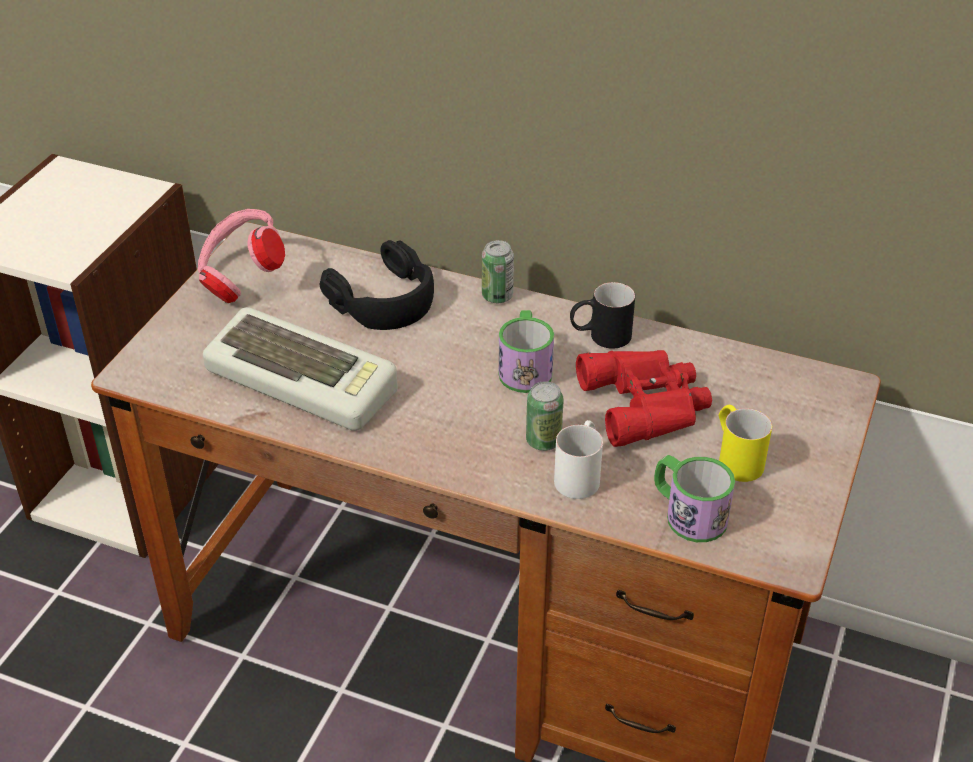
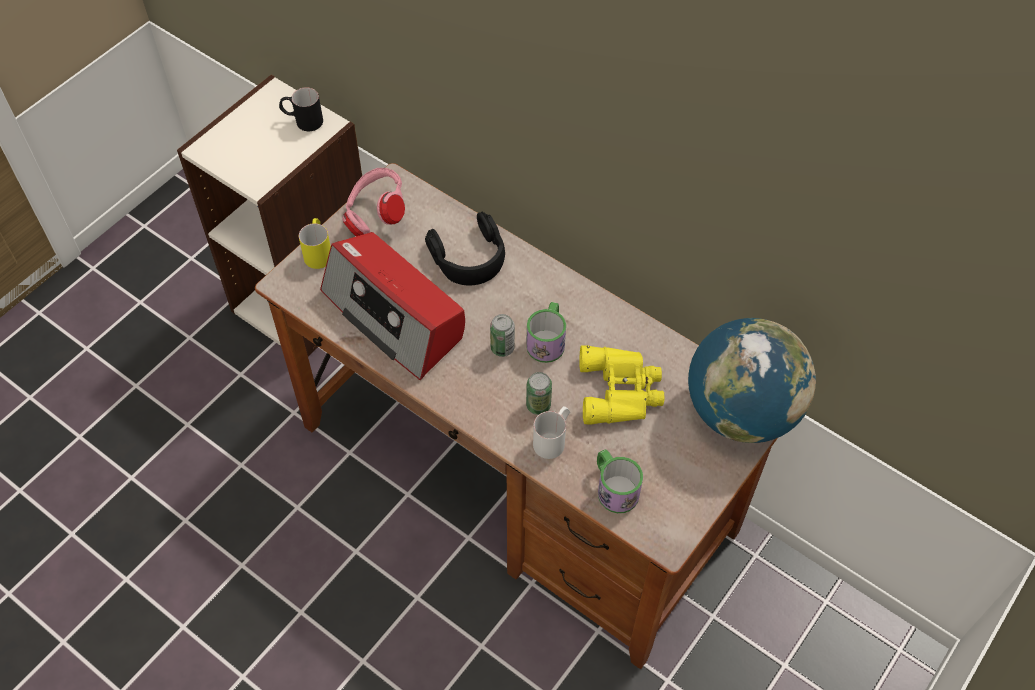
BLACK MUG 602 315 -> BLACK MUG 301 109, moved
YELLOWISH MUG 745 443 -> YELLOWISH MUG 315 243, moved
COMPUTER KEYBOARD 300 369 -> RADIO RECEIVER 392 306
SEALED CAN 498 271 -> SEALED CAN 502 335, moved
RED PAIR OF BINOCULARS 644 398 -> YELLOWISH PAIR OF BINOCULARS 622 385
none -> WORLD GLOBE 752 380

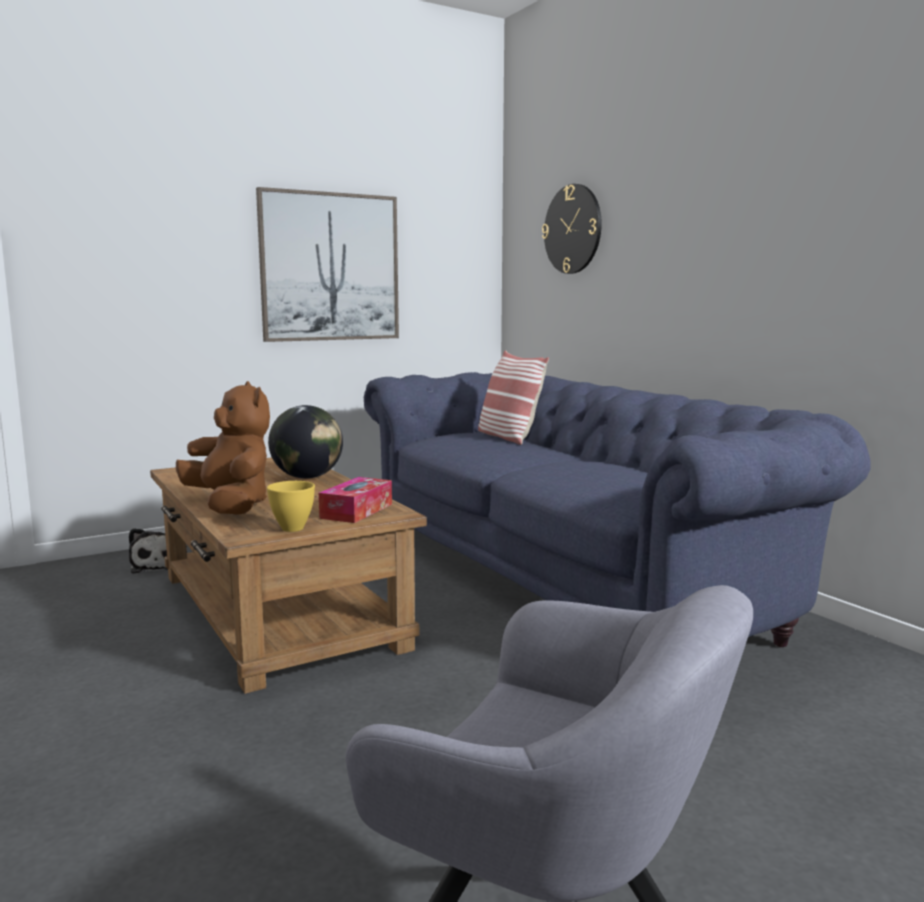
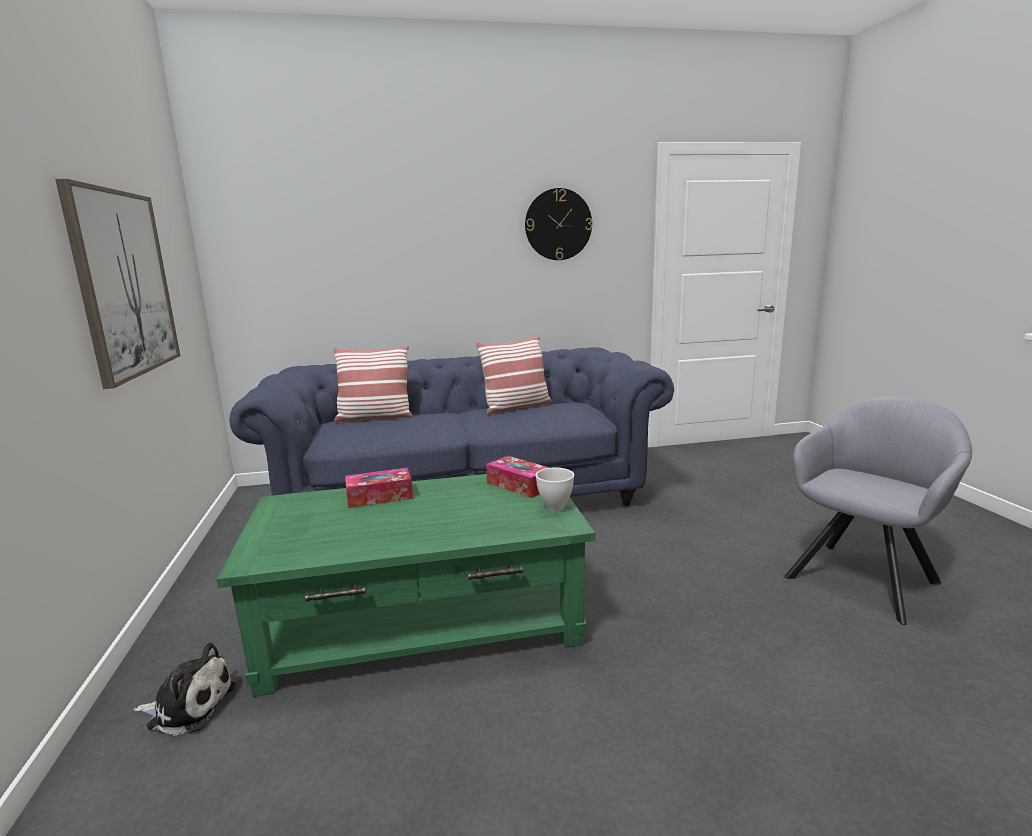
BROWN-COLOURED COFFEE TABLE 288 575 -> GREEN COFFEE TABLE 406 585
WORLD GLOBE 305 442 -> TISSUE HOLDER 379 488
none -> THROW PILLOW 513 375
HANGING CLOCK 572 229 -> HANGING CLOCK 558 224, moved
YELLOWISH DEEP DISH 291 506 -> WHITE DEEP DISH 555 490
BROWN-COLOURED SOFT TOY 223 448 -> none

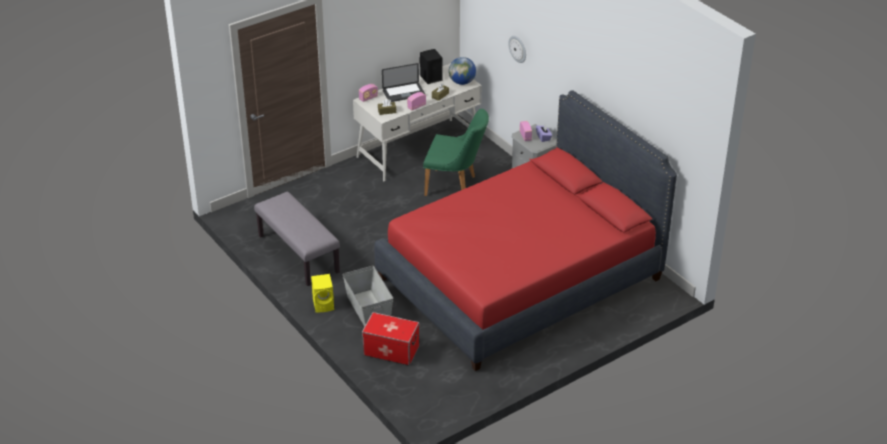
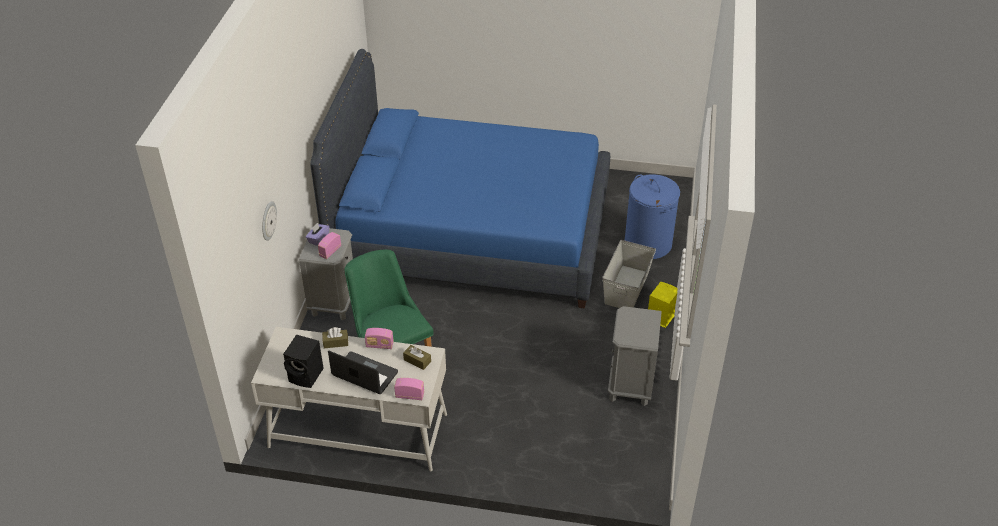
RED BEDROOM BED 525 230 -> BLUE-COLOURED BEDROOM BED 460 179
GREYISH BENCH 297 239 -> GREYISH NIGHT TABLE 635 356
STORAGE CONTAINER 390 338 -> BLUE-COLOURED LAUNDRY BASKET 652 216
WORLD GLOBE 462 71 -> none

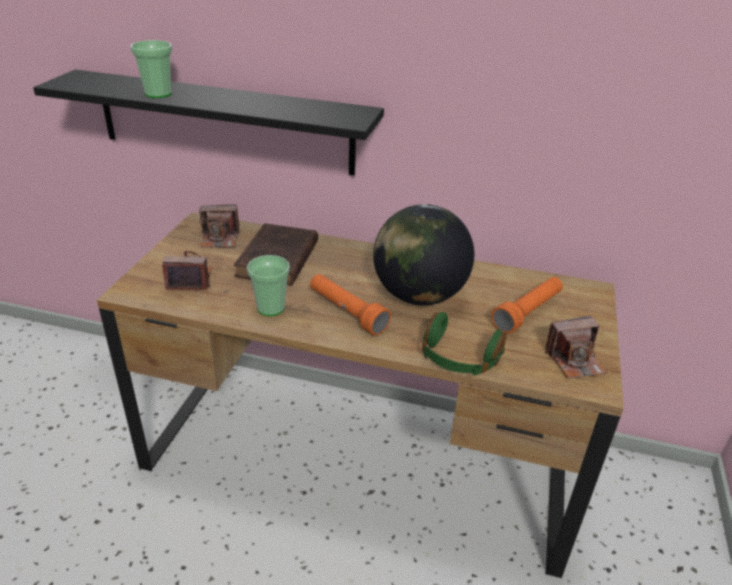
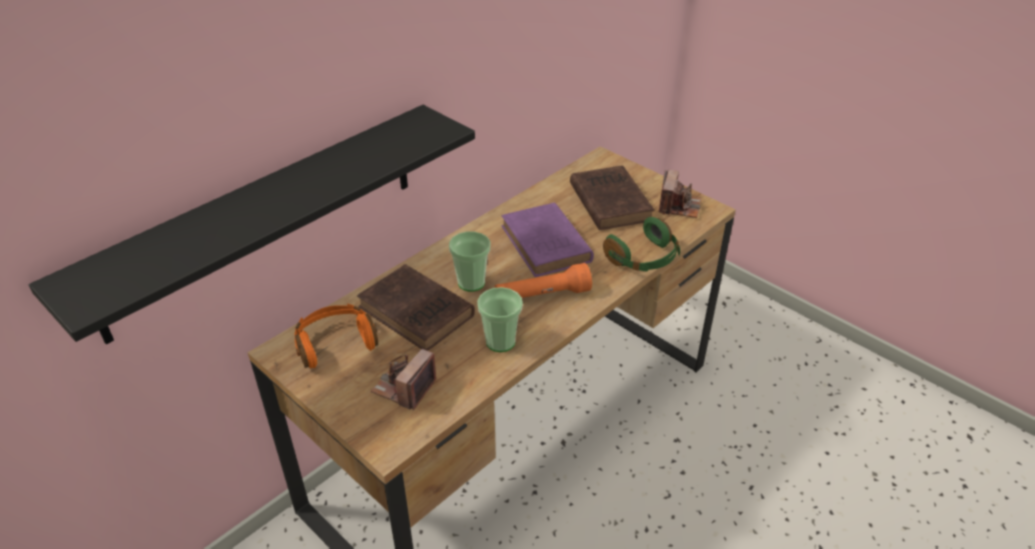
PHOTO CAMERA 219 226 -> ORANGE-COLOURED PAIR OF HEADPHONES 336 336
SMALL CUP 151 69 -> SMALL CUP 469 262, moved
WORLD GLOBE 423 254 -> PURPLISH BOOK 548 239
ORANGE-COLOURED FLASHLIGHT 527 305 -> BROWN-COLOURED BOOK 612 198

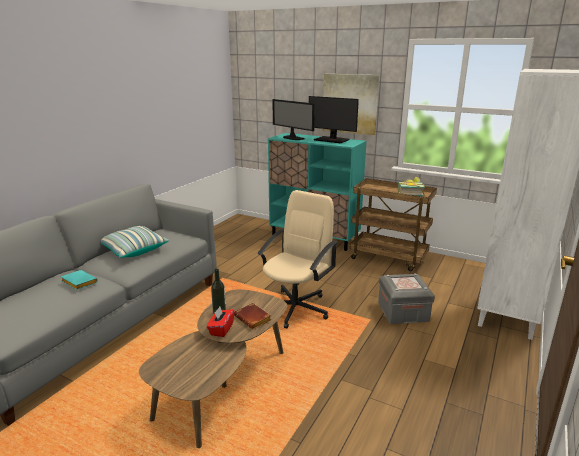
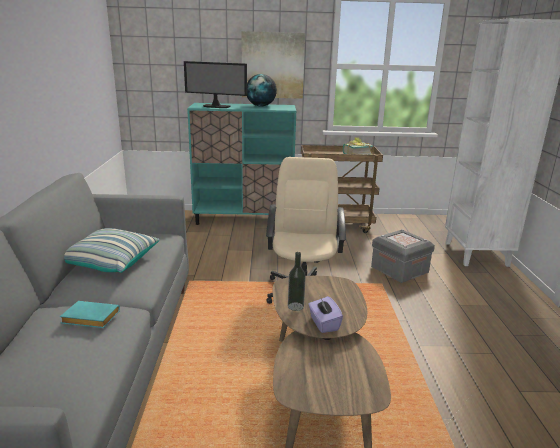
COMPUTER SCREEN 334 119 -> WORLD GLOBE 262 90
RED TISSUE HOLDER 220 322 -> PURPLISH TISSUE HOLDER 325 314
BROWN-COLOURED BOOK 252 316 -> none

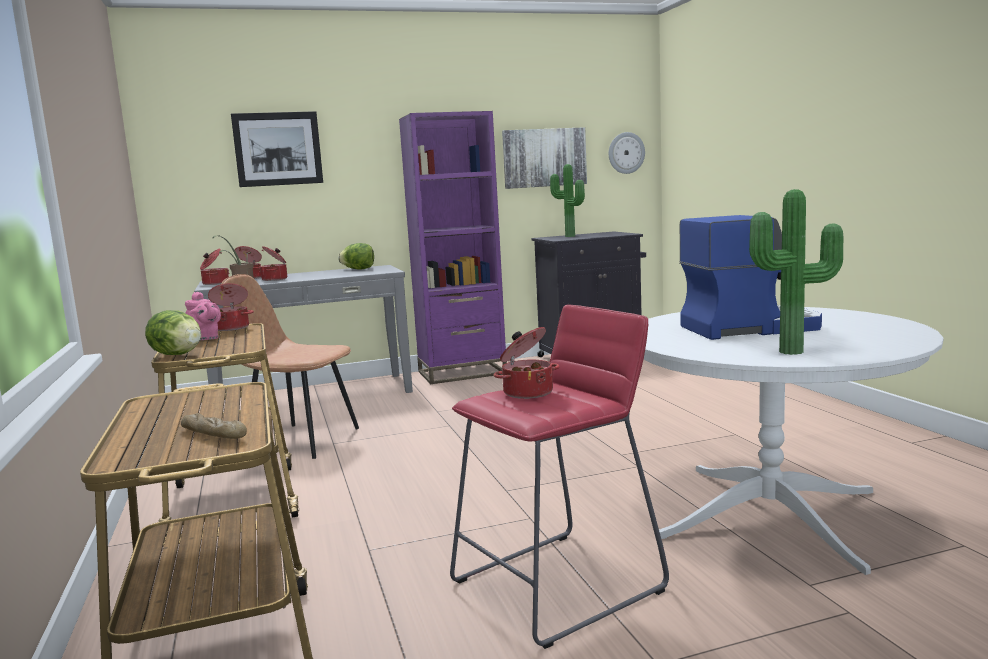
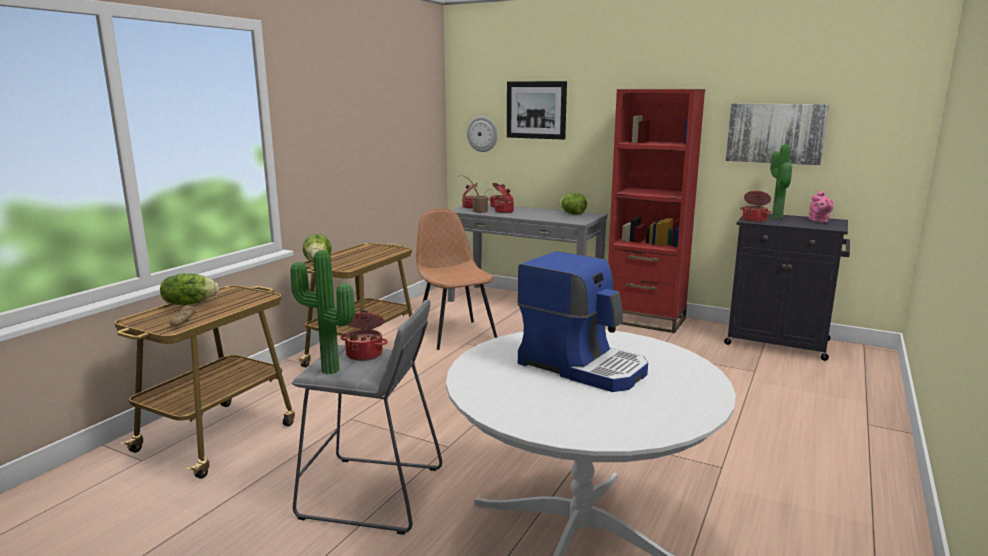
none -> HEAD OF LETTUCE 189 289
POTTED PLANT 796 272 -> POTTED PLANT 323 312, moved
RED STOOL 559 477 -> GREYISH STOOL 367 417
HANGING CLOCK 627 153 -> HANGING CLOCK 482 134, moved
PURPLISH SHELVING UNIT 453 247 -> RED SHELVING UNIT 656 211
STOCKPOT 231 307 -> STOCKPOT 756 206, moved
PINK TEA POT 203 316 -> PINK TEA POT 821 207, moved

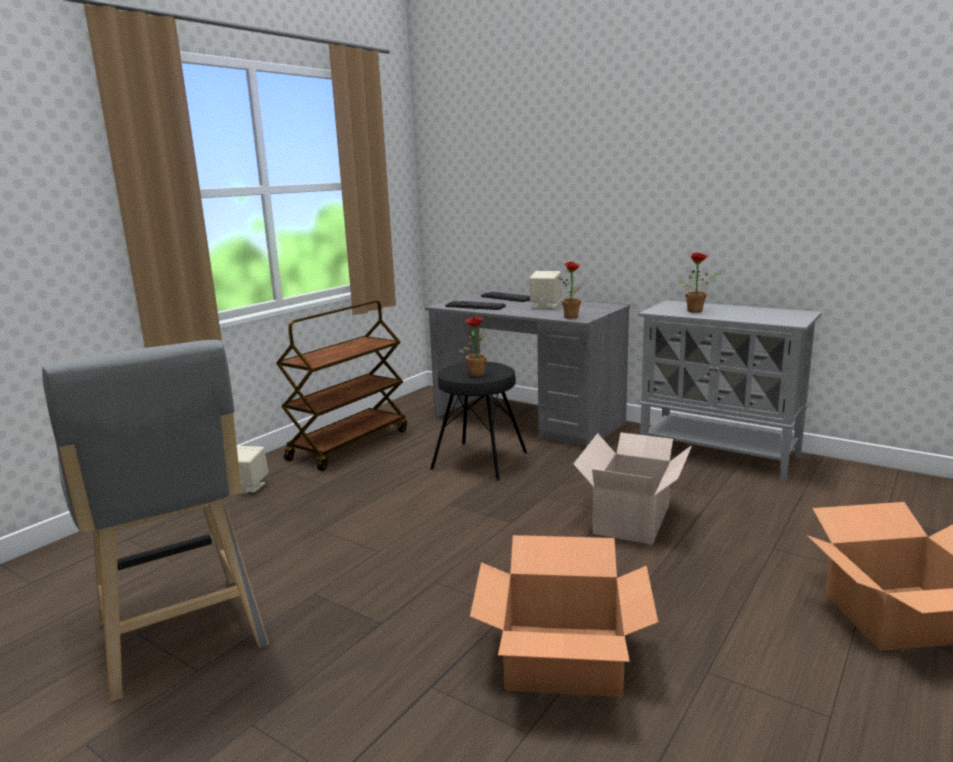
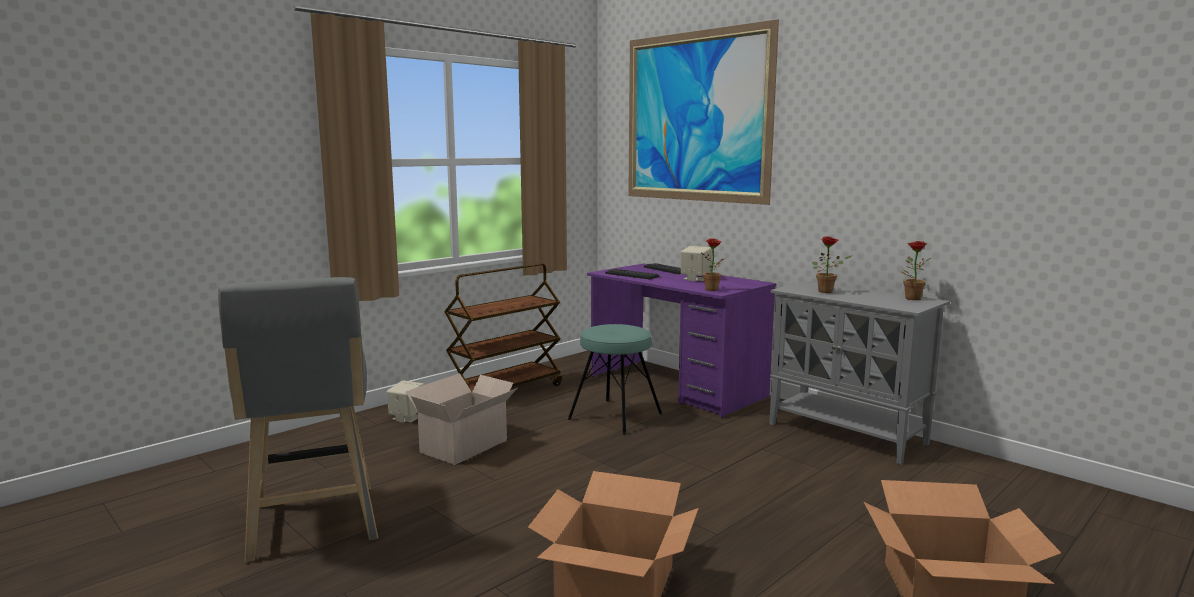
CARDBOARD BOX 632 488 -> CARDBOARD BOX 462 419, moved
BLACK STOOL 478 421 -> TURQUOISE-COLOURED STOOL 615 379
GREYISH DESK 527 370 -> PURPLISH DESK 682 340
none -> WALL PICTURE 703 112
POTTED PLANT 473 347 -> POTTED PLANT 916 270, moved

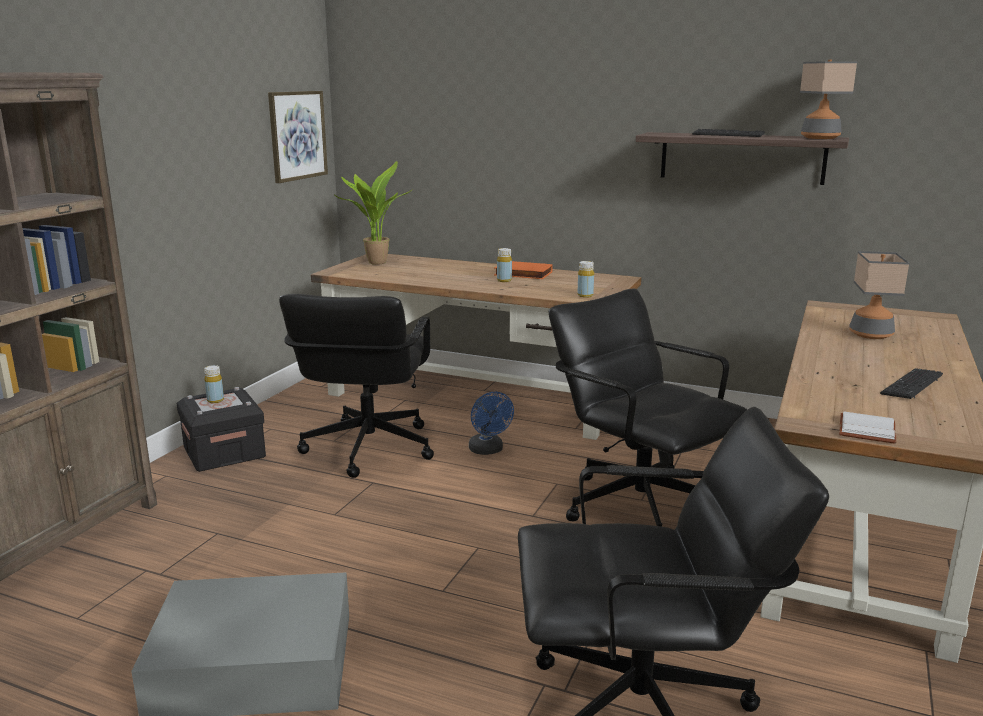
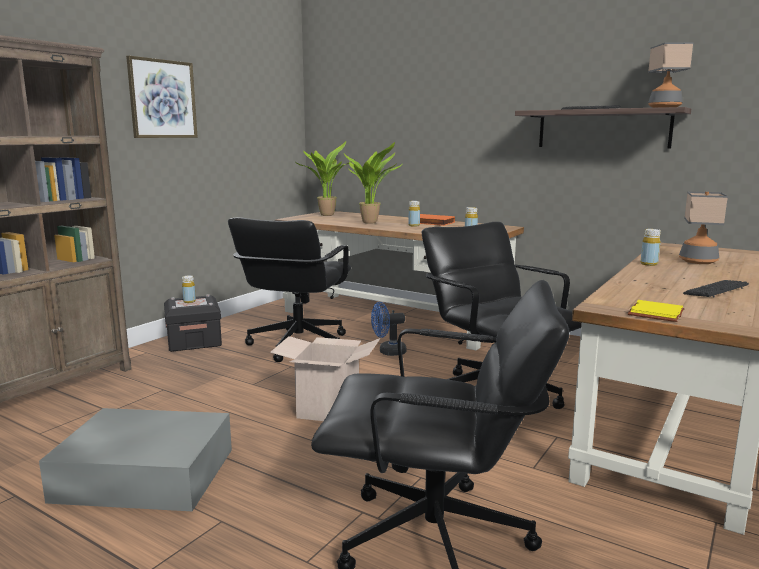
WALL PICTURE 298 137 -> WALL PICTURE 162 97, moved
none -> CARDBOARD BOX 325 378
none -> POTTED PLANT 373 183
BLUE-COLOURED COOLING FAN 491 423 -> BLUE-COLOURED COOLING FAN 389 329, 90 degrees clockwise
WHITE BOOK 867 427 -> YELLOWISH BOOK 656 311
none -> YELLOWISH BOTTLE 651 247

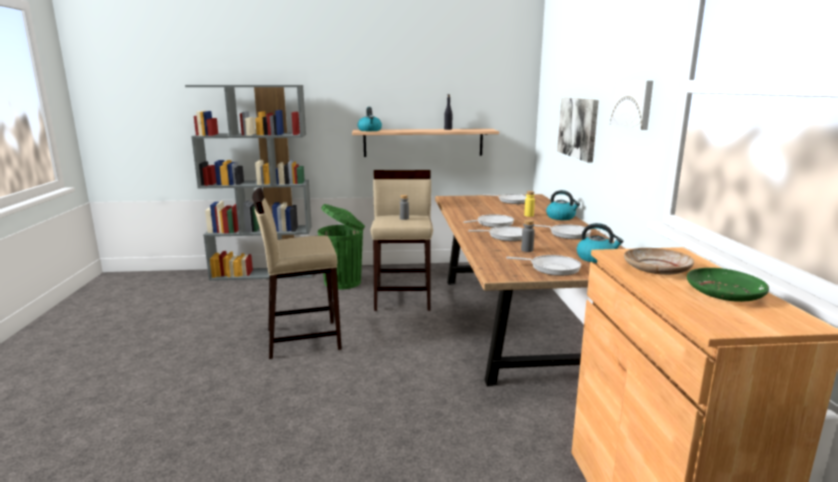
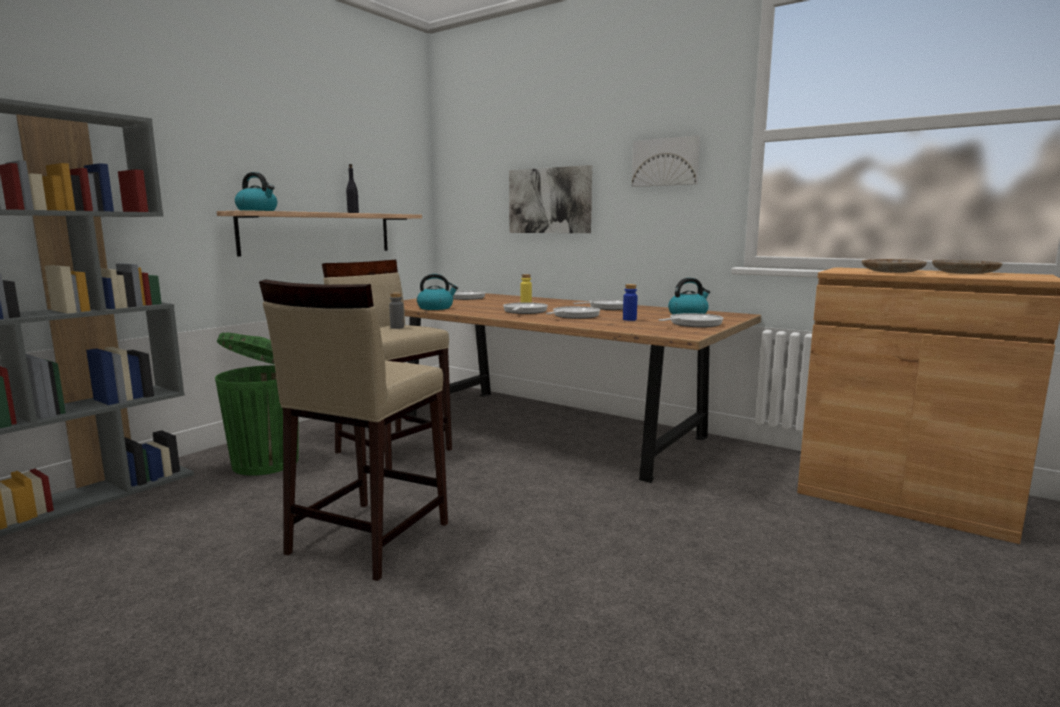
TEA KETTLE 563 205 -> TEA KETTLE 437 292, moved
GREYISH BOTTLE 528 235 -> BLUE-COLOURED BOTTLE 630 302
GREEN PLATE 728 285 -> BEIGE-COLOURED PLATE 967 267

